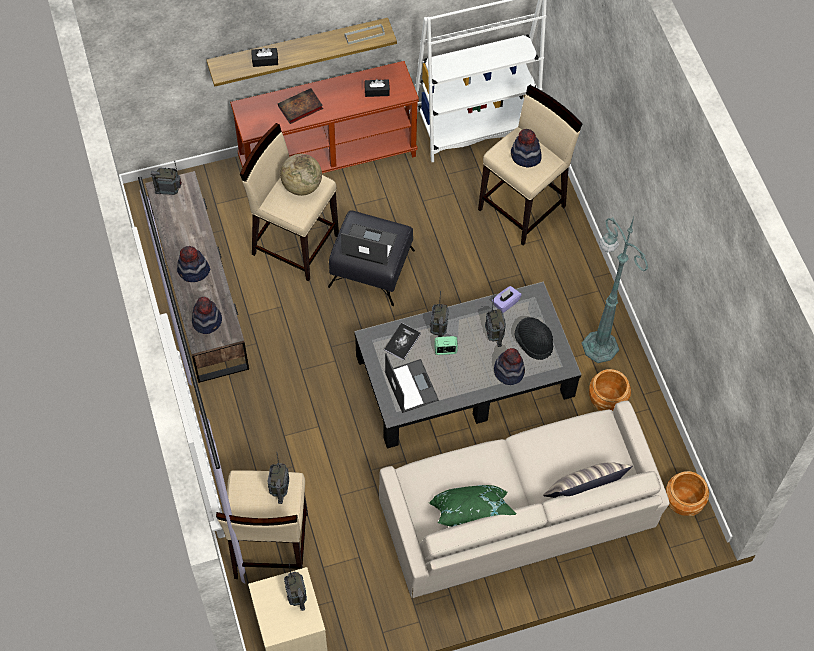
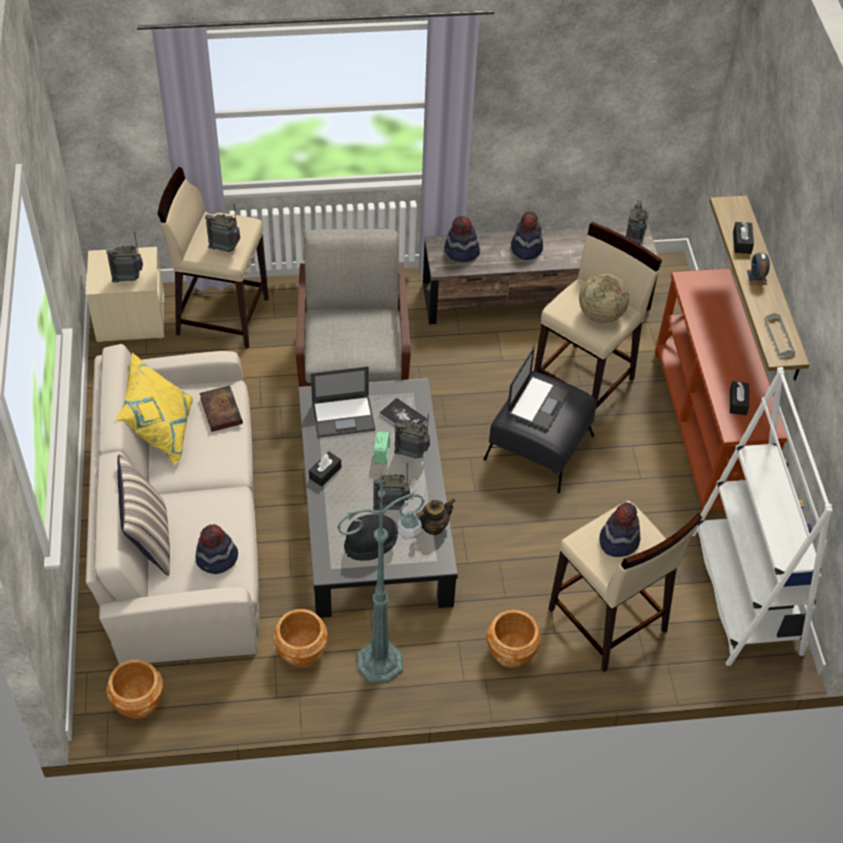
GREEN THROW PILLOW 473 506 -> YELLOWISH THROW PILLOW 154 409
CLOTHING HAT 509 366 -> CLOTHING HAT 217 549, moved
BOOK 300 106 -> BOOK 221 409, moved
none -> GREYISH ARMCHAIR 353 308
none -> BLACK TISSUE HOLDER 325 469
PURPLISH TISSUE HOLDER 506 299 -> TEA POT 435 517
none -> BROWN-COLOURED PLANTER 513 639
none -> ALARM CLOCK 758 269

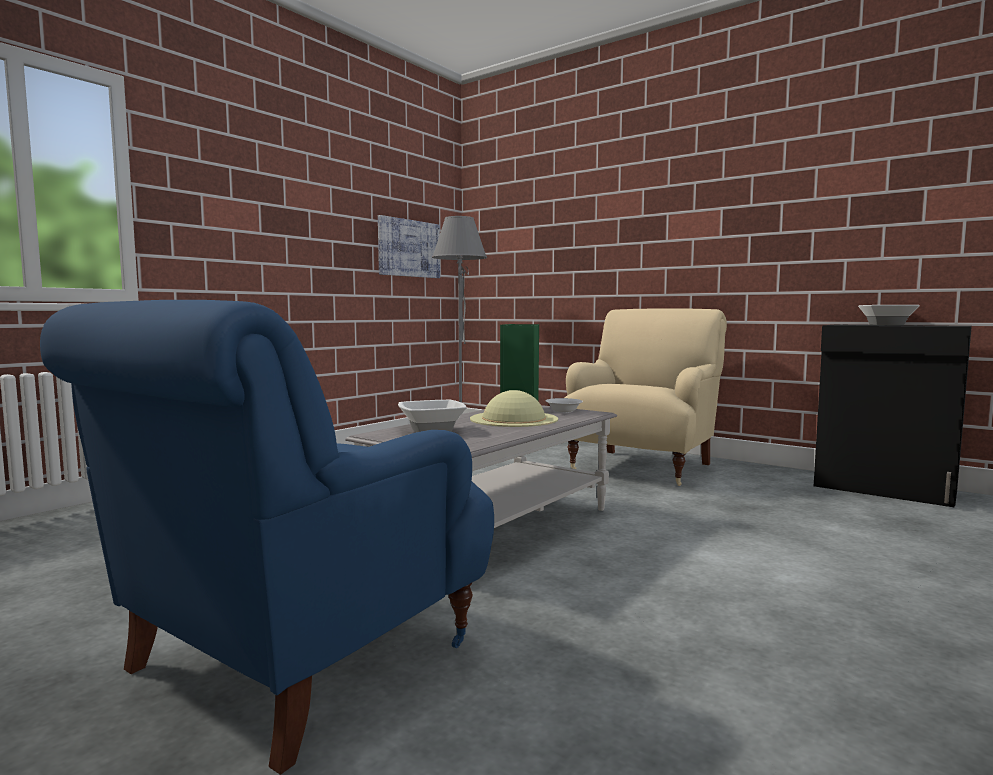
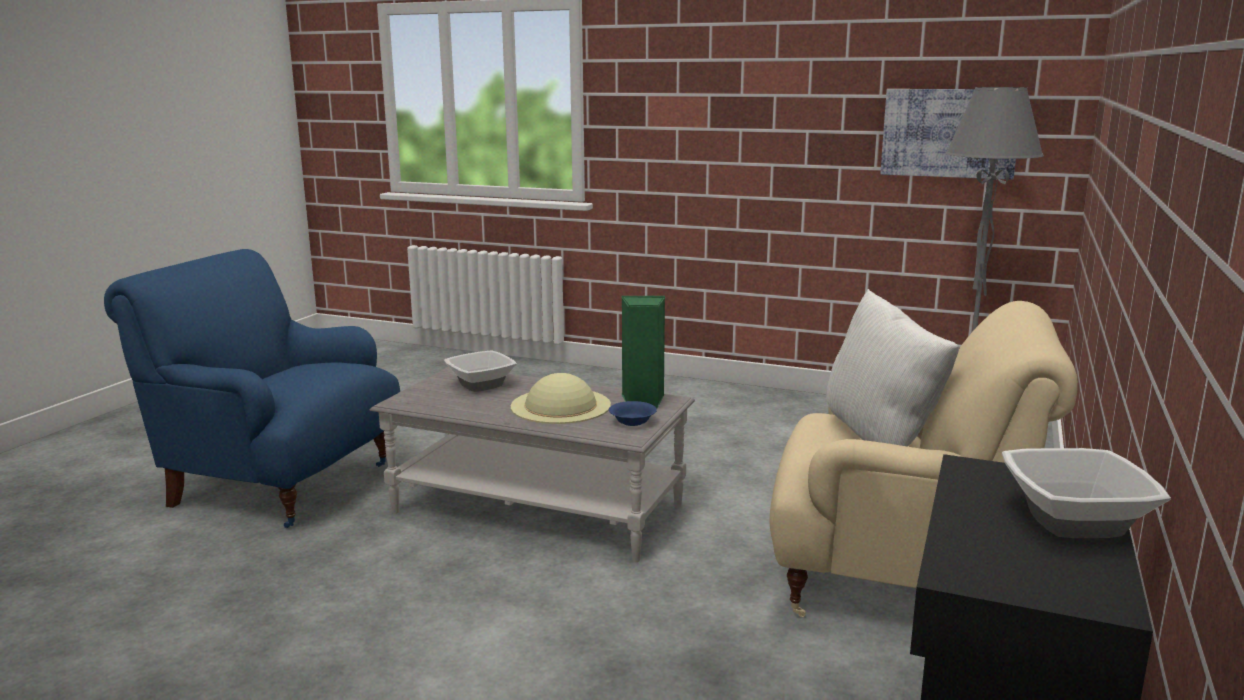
WHITE DEEP DISH 564 405 -> BLUE-COLOURED DEEP DISH 633 413
none -> WHITE THROW PILLOW 892 368

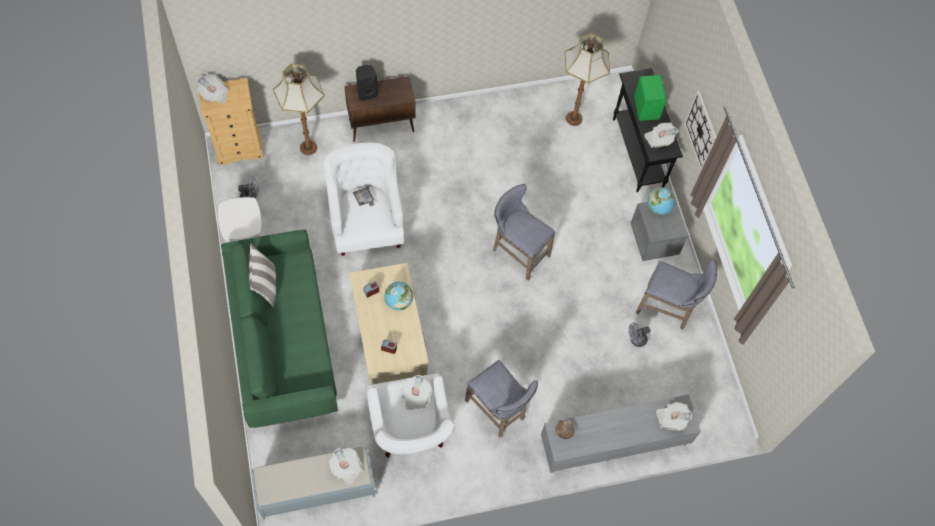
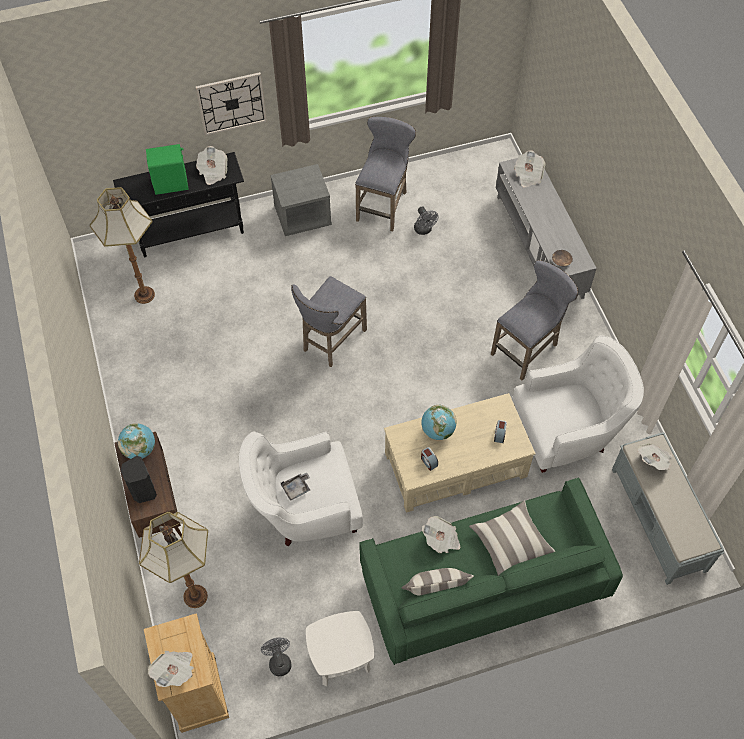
WORLD GLOBE 661 201 -> WORLD GLOBE 136 441, moved
NEWSPAPER 416 392 -> NEWSPAPER 441 535, moved
none -> THROW PILLOW 512 538

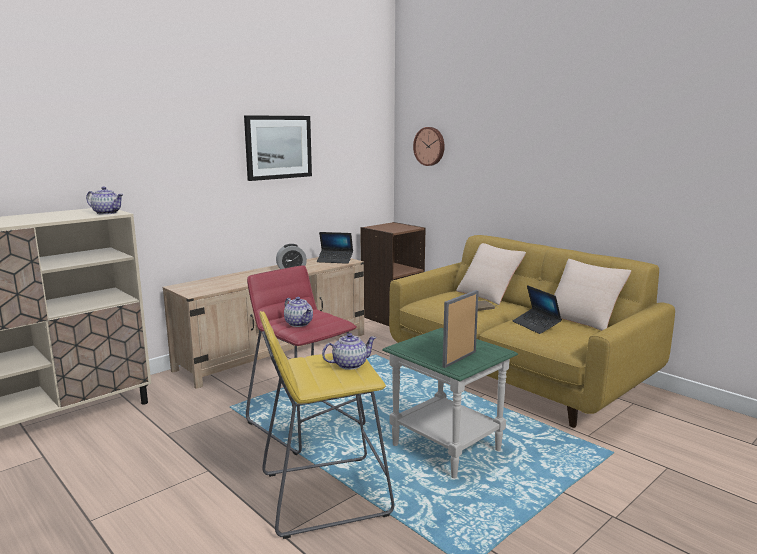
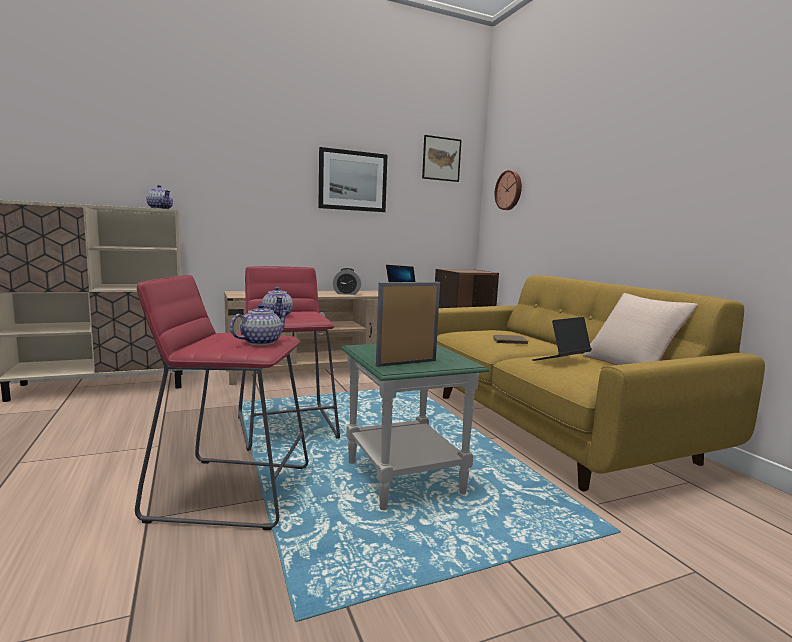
YELLOWISH STOOL 327 425 -> RED STOOL 221 402
TEA POT 349 351 -> TEA POT 259 324, 45 degrees counterclockwise
none -> WALL PICTURE 442 158
PORTABLE COMPUTER 537 309 -> PORTABLE COMPUTER 562 339, 60 degrees clockwise
BEIGE-COLOURED THROW PILLOW 491 274 -> none

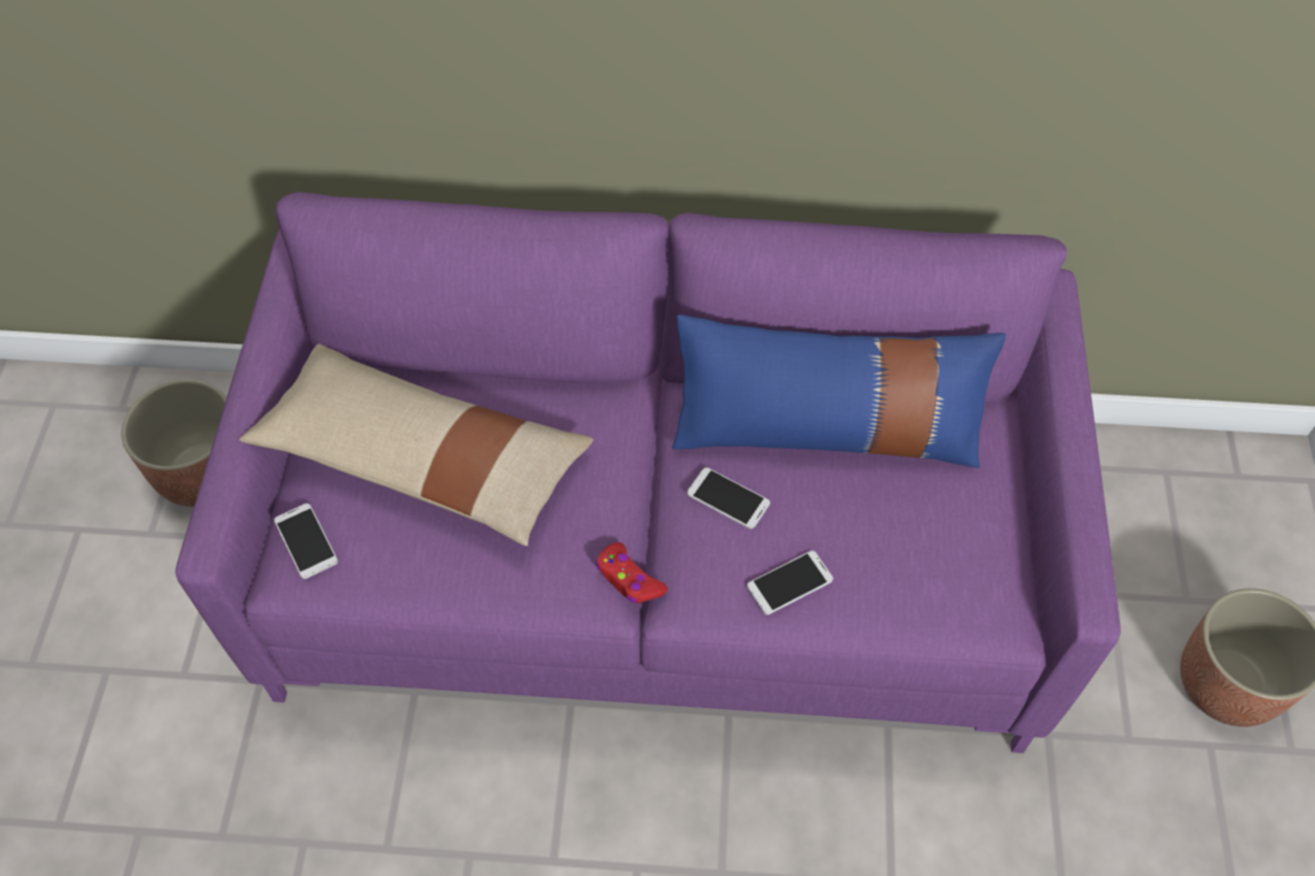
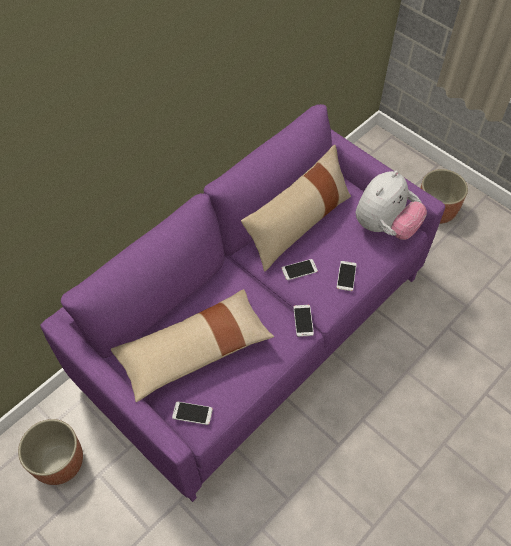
BLUE-COLOURED THROW PILLOW 839 391 -> BEIGE-COLOURED THROW PILLOW 296 208
RED GAME CONTROLLER 631 572 -> HANDSET 303 321
none -> SOFT TOY 391 205

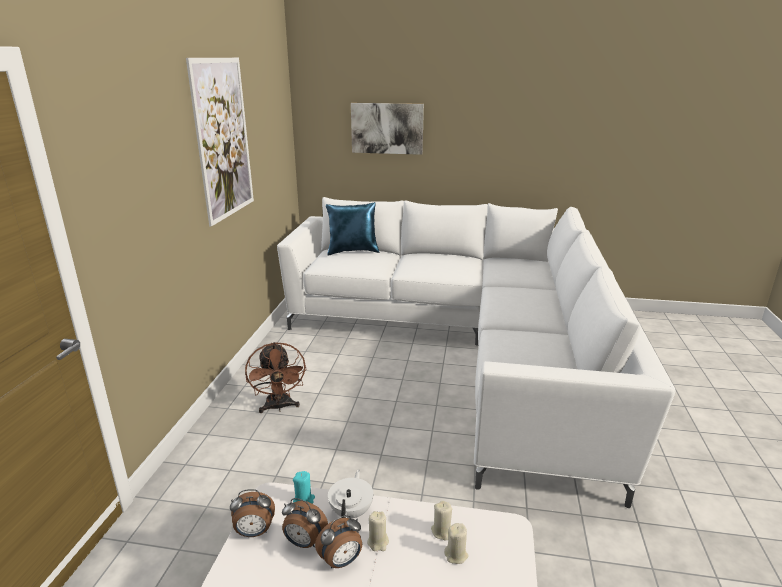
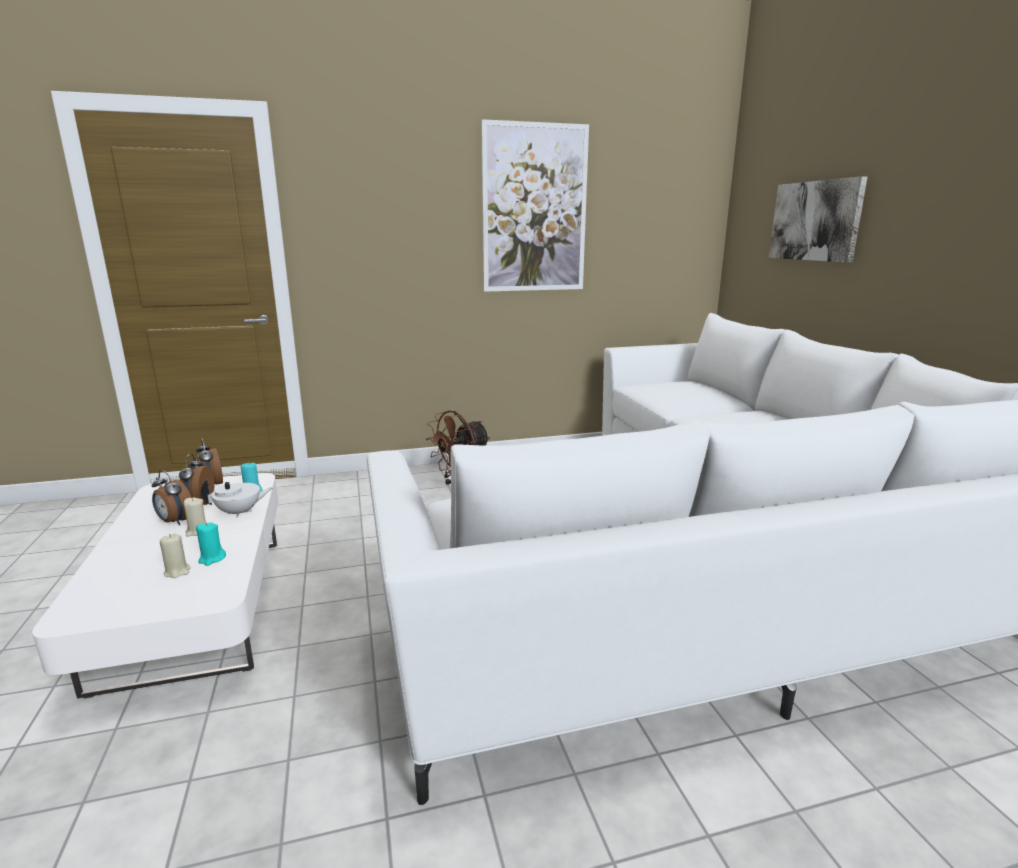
BEIGE-COLOURED WAX LIGHT 441 521 -> TURQUOISE-COLOURED WAX LIGHT 211 544
BLUE-COLOURED THROW PILLOW 352 228 -> none

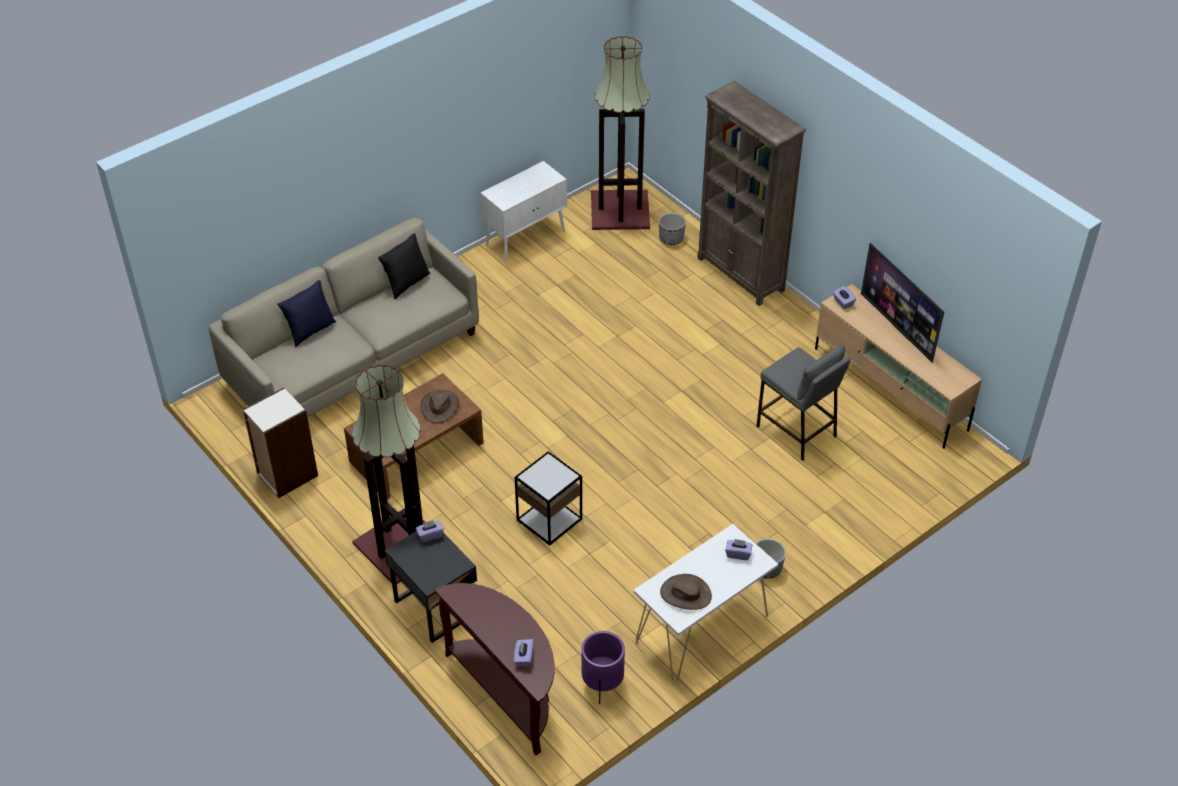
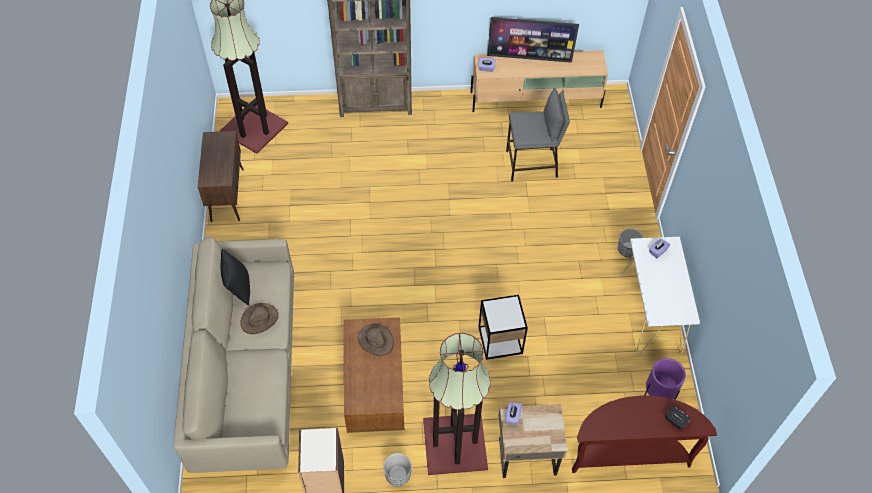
WHITE CABINET 523 212 -> BROWN-COLOURED CABINET 221 176
BROWN-COLOURED CLOTHING HAT 686 592 -> BROWN-COLOURED CLOTHING HAT 259 318, moved
PLANTER 672 229 -> PLANTER 397 469, moved
BLACK NIGHT TABLE 430 587 -> BEIGE-COLOURED NIGHT TABLE 533 441
PURPLISH TISSUE HOLDER 524 653 -> BLACK TISSUE HOLDER 678 418
BLUE-COLOURED THROW PILLOW 306 313 -> none

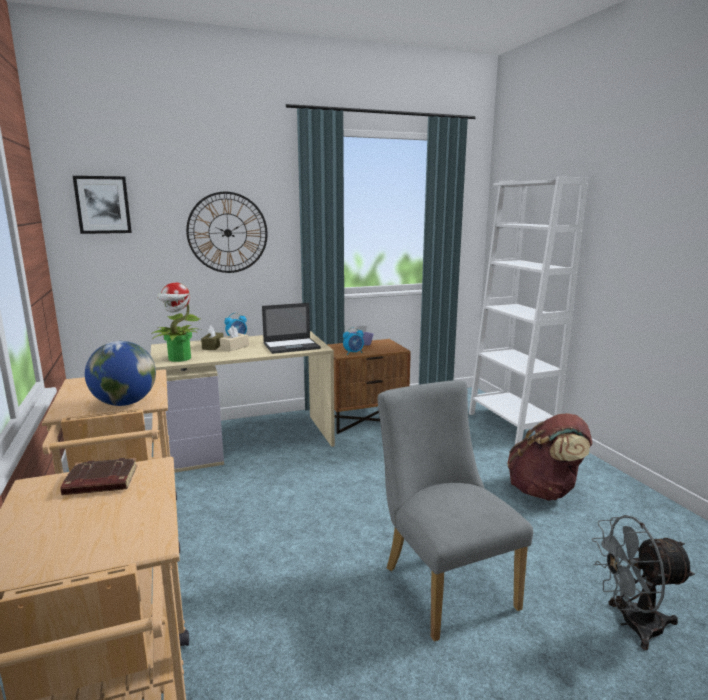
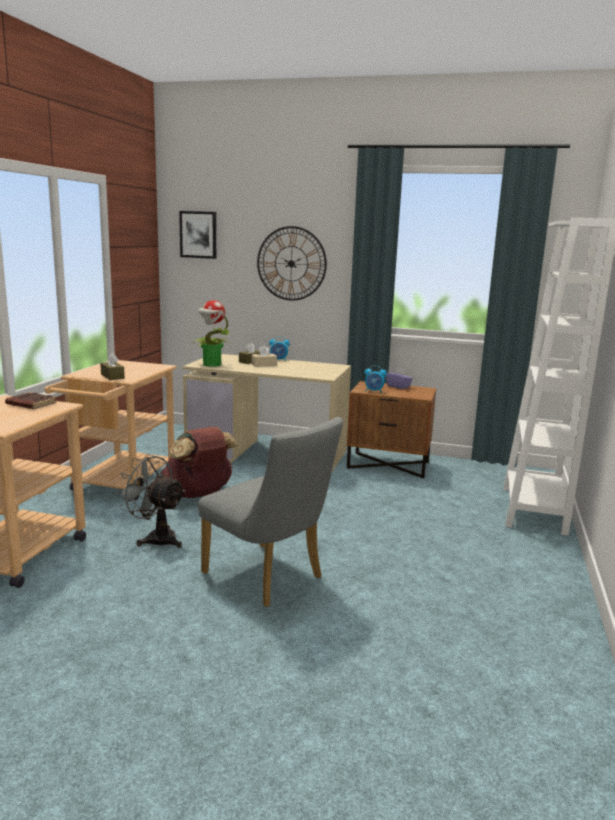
WORLD GLOBE 120 373 -> BROWN-COLOURED TISSUE HOLDER 112 366
GREYISH COOLING FAN 643 582 -> GREYISH COOLING FAN 150 501, moved
BROWN-COLOURED RUCKSACK 549 457 -> BROWN-COLOURED RUCKSACK 200 462, moved
GREYISH PLAIN CHAIR 455 511 -> GREYISH PLAIN CHAIR 270 512, 120 degrees clockwise
PORTABLE COMPUTER 291 328 -> none

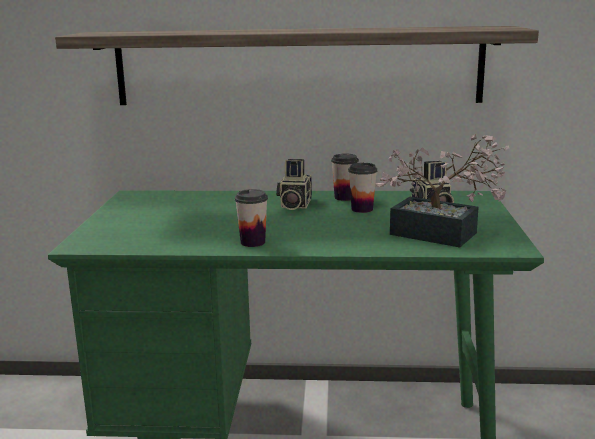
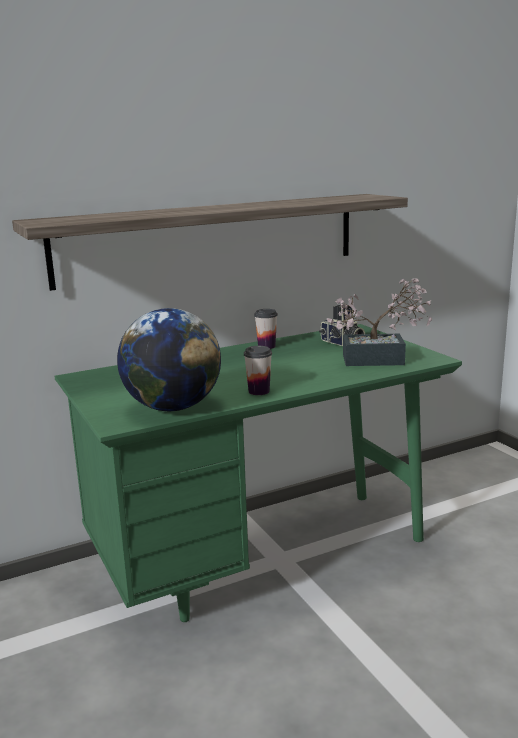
none -> WORLD GLOBE 169 359
PHOTO CAMERA 294 184 -> none
SMALL CUP 362 188 -> none

